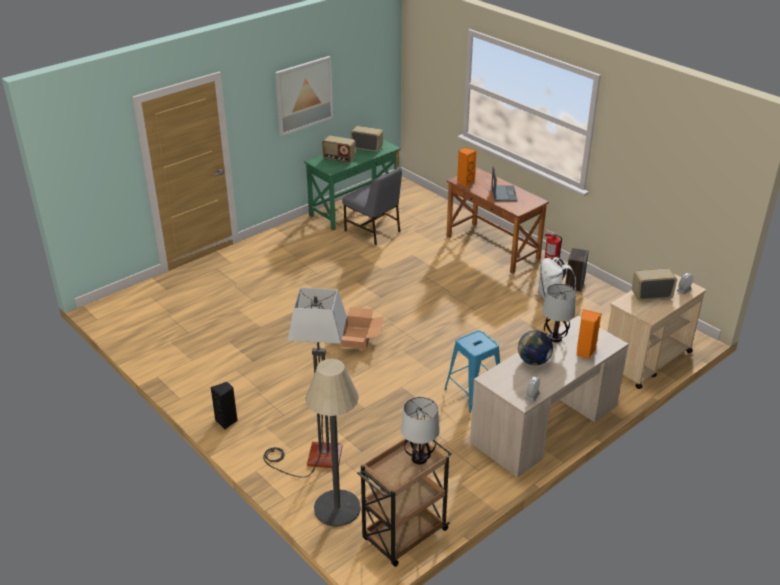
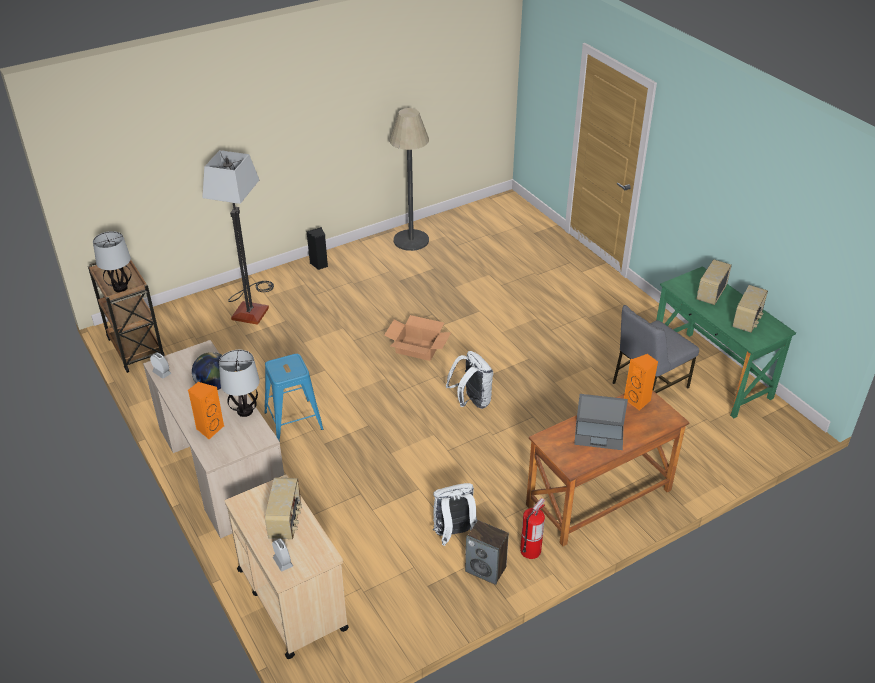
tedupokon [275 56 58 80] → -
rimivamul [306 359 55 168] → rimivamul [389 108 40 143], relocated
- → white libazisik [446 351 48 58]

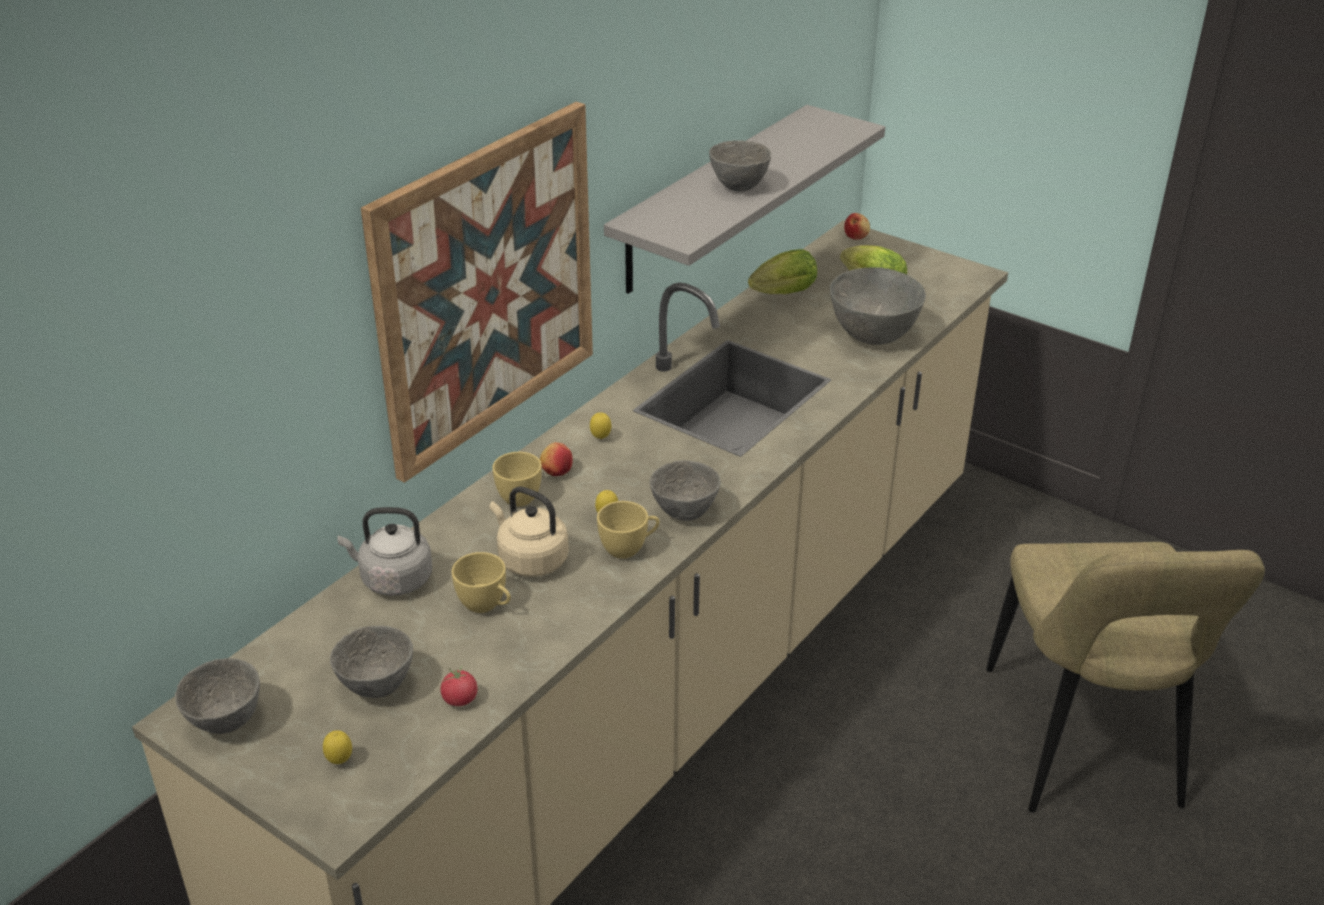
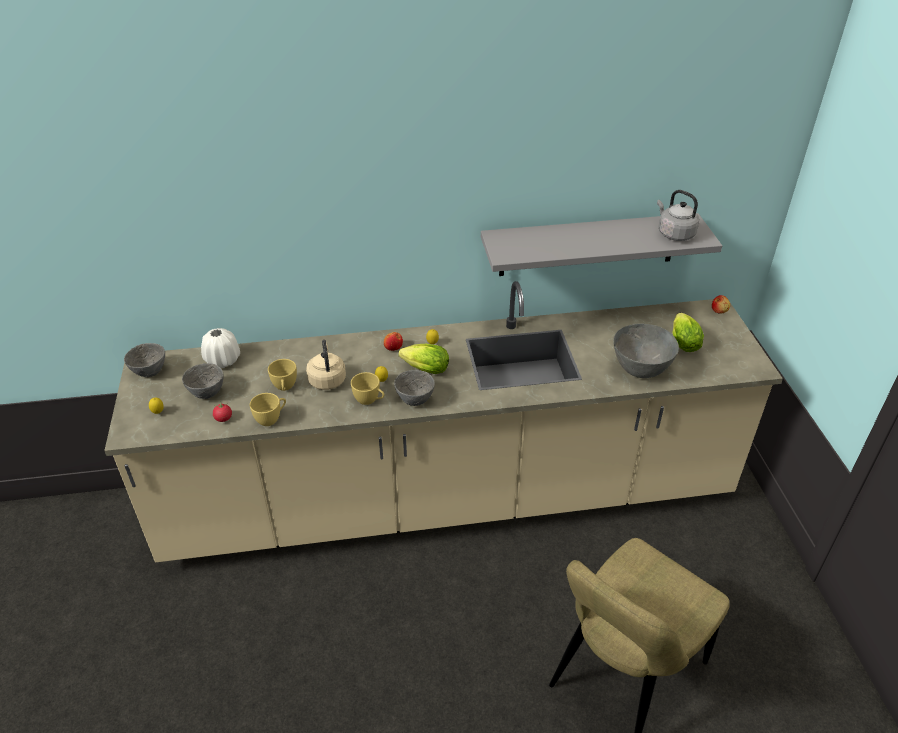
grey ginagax [337 507 95 89] → grey ginagax [657 190 43 51], relocated
tedupokon [361 102 232 381] → -
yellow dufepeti [492 452 50 55] → yellow dufepeti [250 393 36 33], relocated
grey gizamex [709 140 62 52] → -
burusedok [748 249 69 45] → burusedok [398 344 51 30], relocated
- → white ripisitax [201 328 39 40]

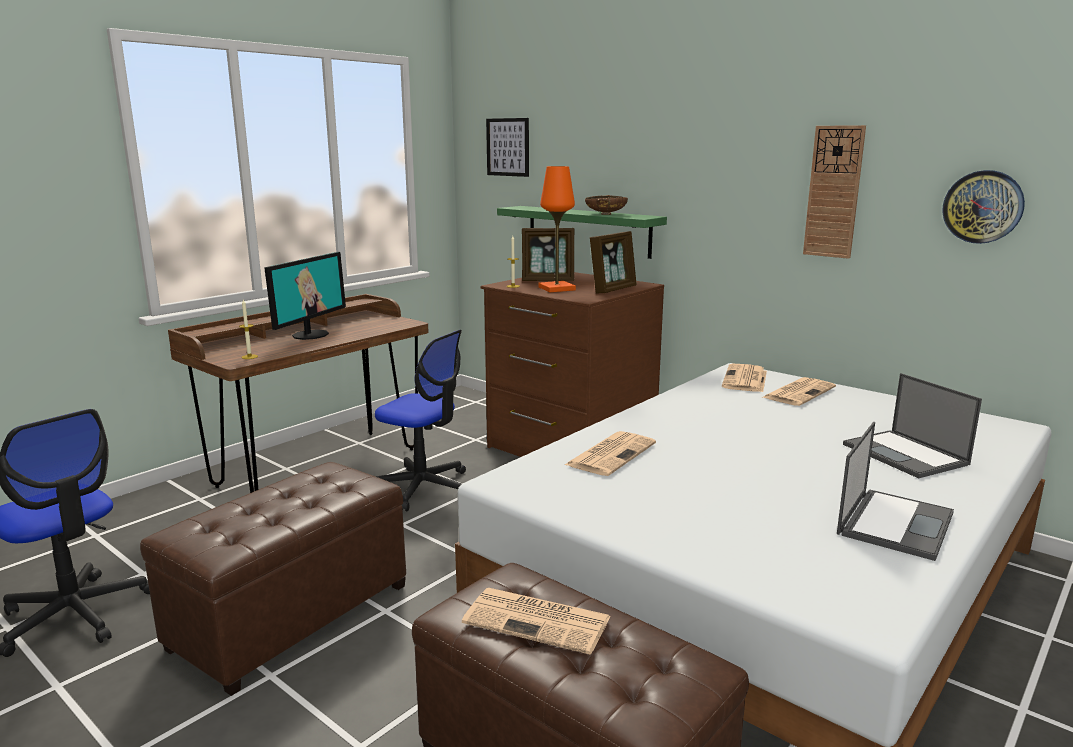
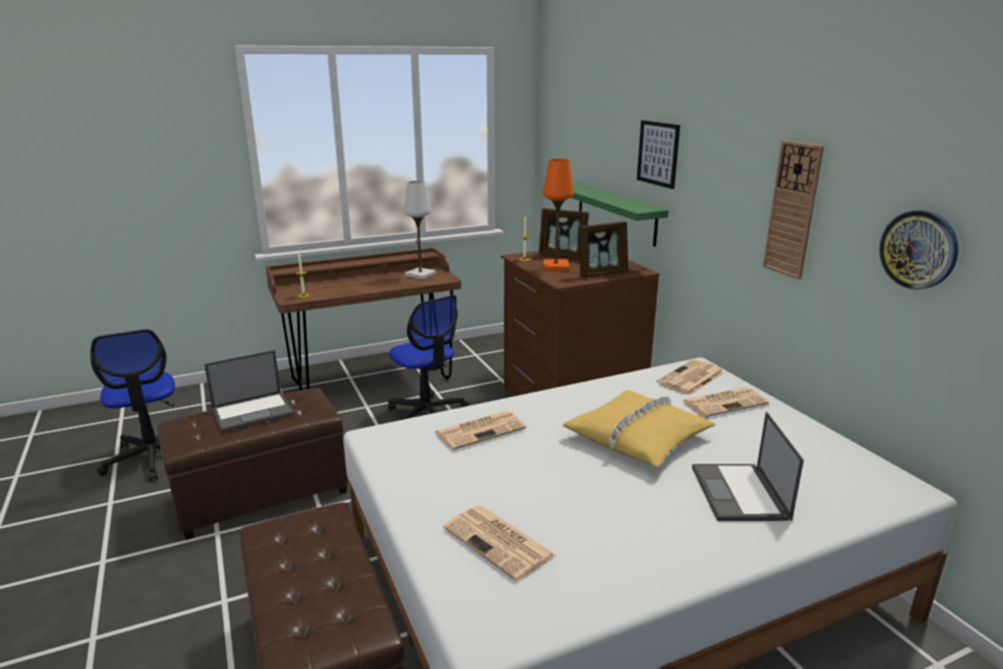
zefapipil [264 252 82 88] → -
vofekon [462 588 149 67] → vofekon [443 506 113 75], relocated
tedupokon [486 118 43 59] → tedupokon [637 120 43 69], relocated
brown gizamex [585 195 43 20] → -
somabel [837 422 117 139] → somabel [204 350 90 82], relocated
- → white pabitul [404 181 32 99]
- → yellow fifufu [563 390 152 77]

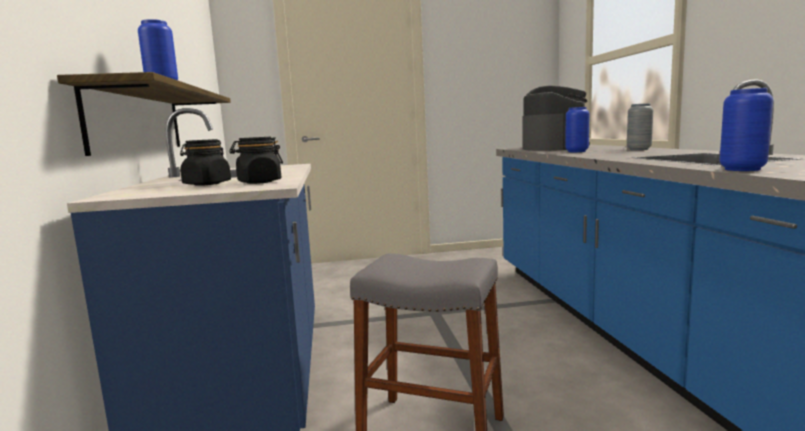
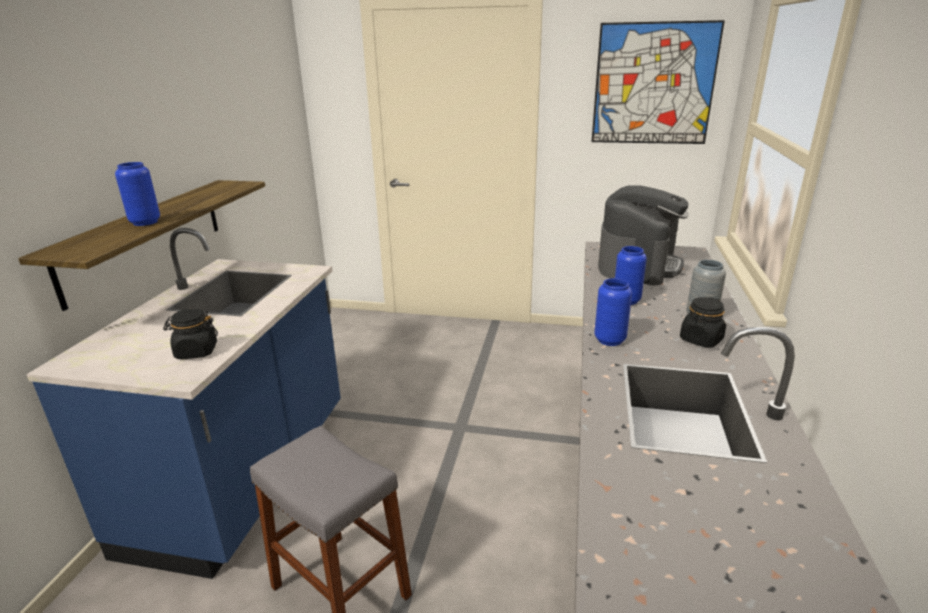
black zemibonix [180 139 51 47] → black zemibonix [680 297 46 51], relocated
blue ripisitax [719 88 54 83] → blue ripisitax [594 278 38 68], relocated
- → tedupokon [592 20 133 124]

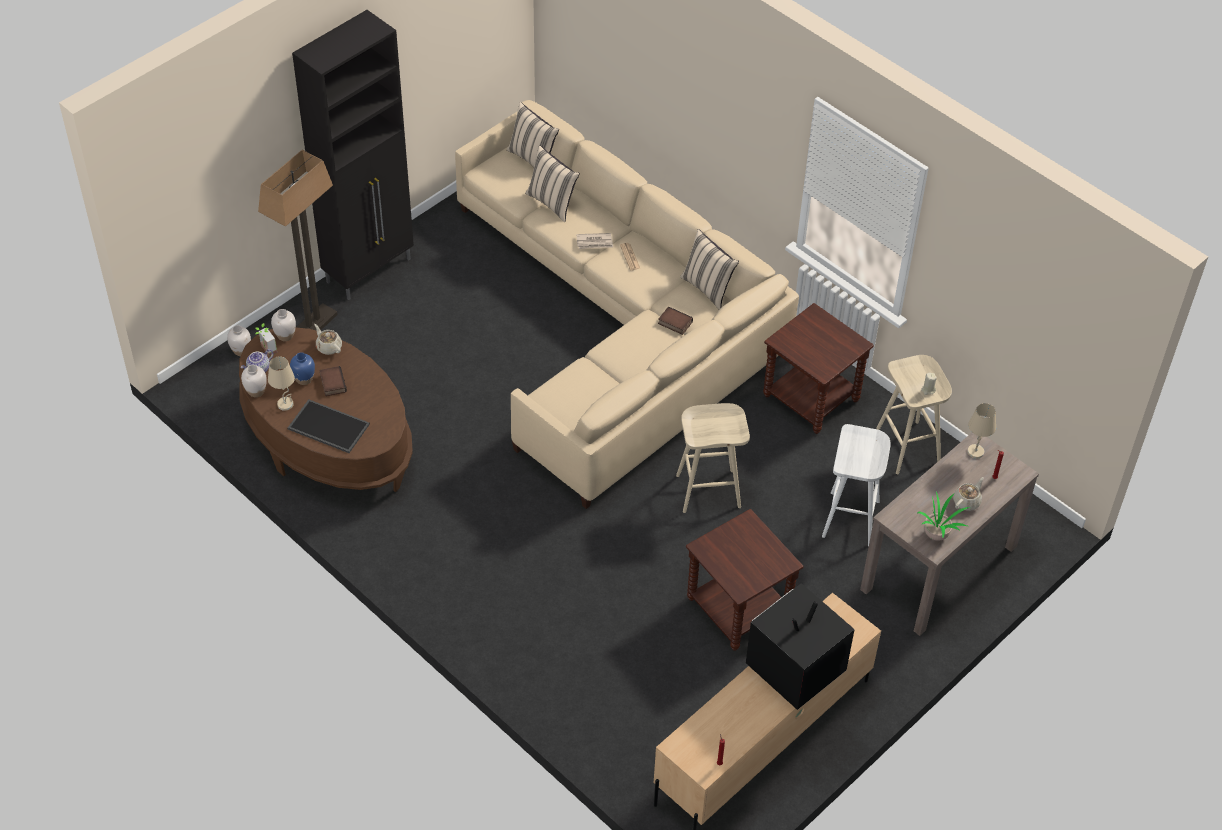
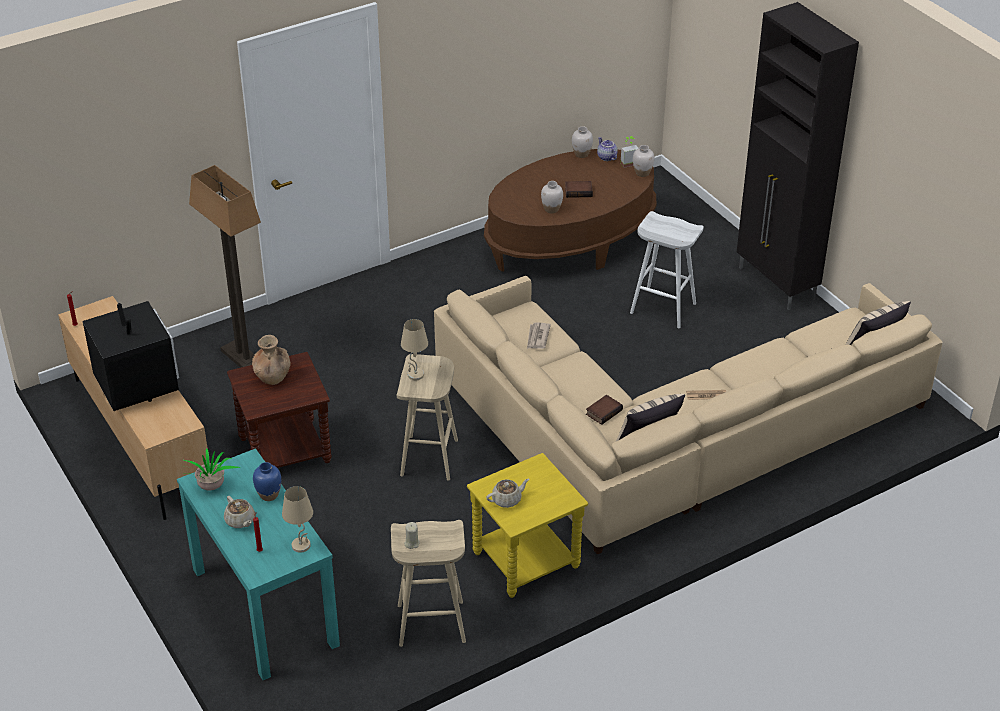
white ripisitax [227 325 24 31] → white ripisitax [541 181 22 32], relocated
rimivamul [258 150 80 181] → rimivamul [189 165 72 203], relocated
beige pabitul [268 357 27 54] → beige pabitul [401 319 27 61], relocated
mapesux [288 399 82 54] → -
blue ripisitax [290 352 25 33] → blue ripisitax [253 462 28 39], relocated
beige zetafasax [314 324 28 31] → beige zetafasax [486 478 43 30], relocated
beige fifufu [525 145 55 77] → -
vofekon [576 233 37 16] → vofekon [527 322 24 27], relocated
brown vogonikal [763 303 111 131] → yellow vogonikal [467 453 121 145]
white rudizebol [822 424 69 122] → white rudizebol [630 211 74 117], relocated
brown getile [860 433 179 203] → turquoise getile [177 448 163 232]
- → brown ripisitax [252 335 39 50]

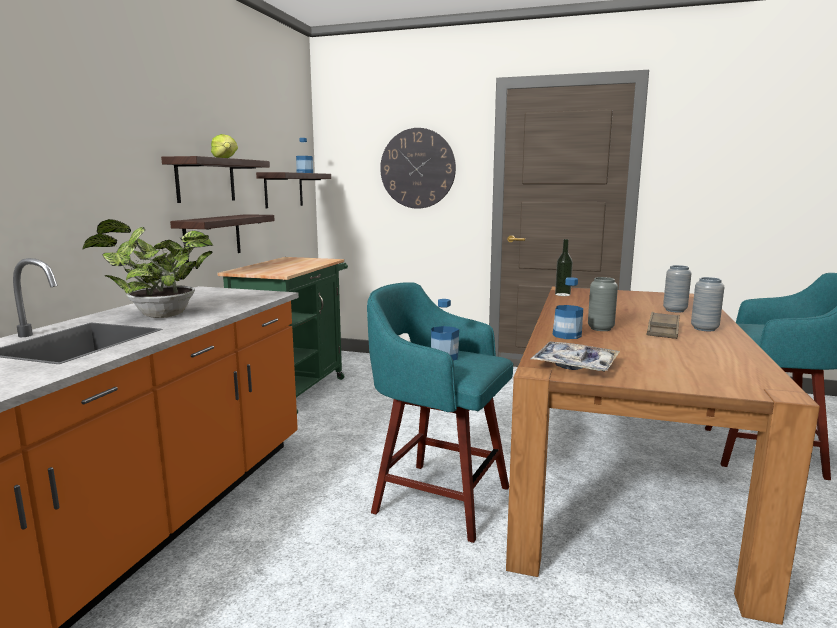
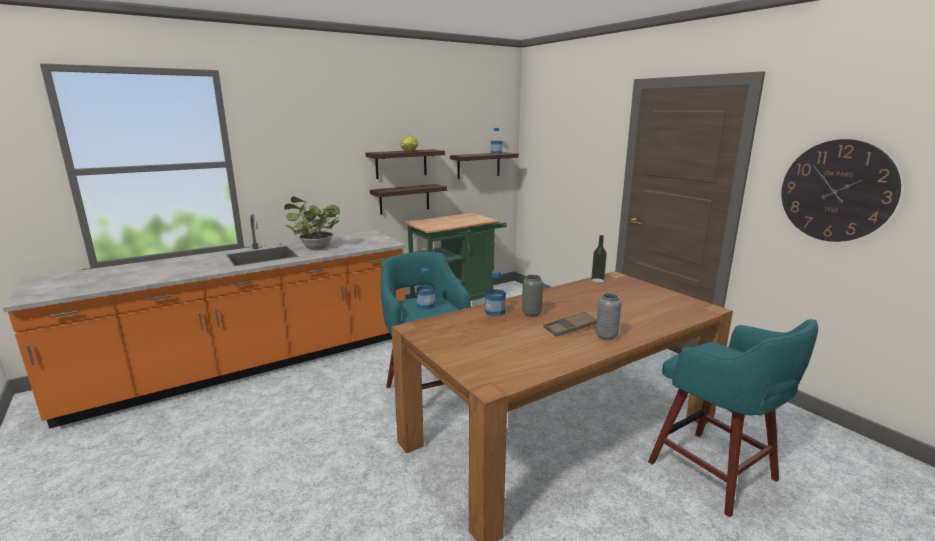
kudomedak [380 128 76 81] → kudomedak [781 139 120 103], relocated
mapesux [531 342 89 30] → -
grey ripisitax [663 265 29 47] → -

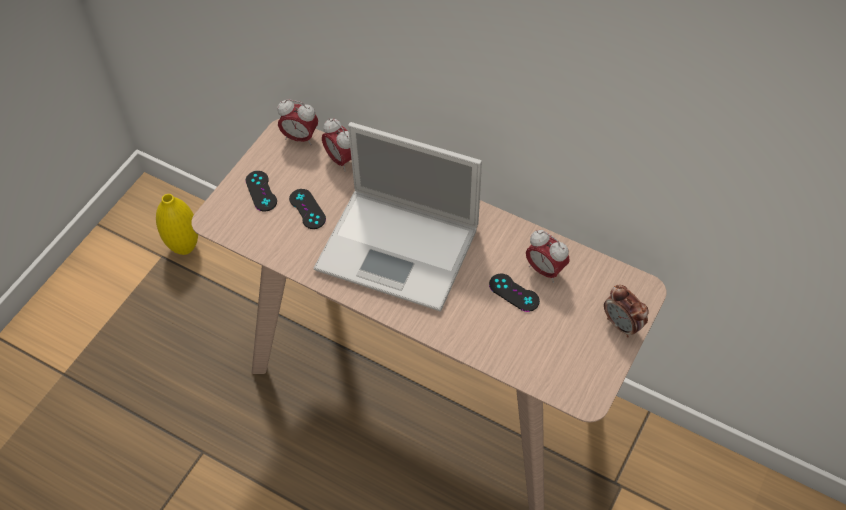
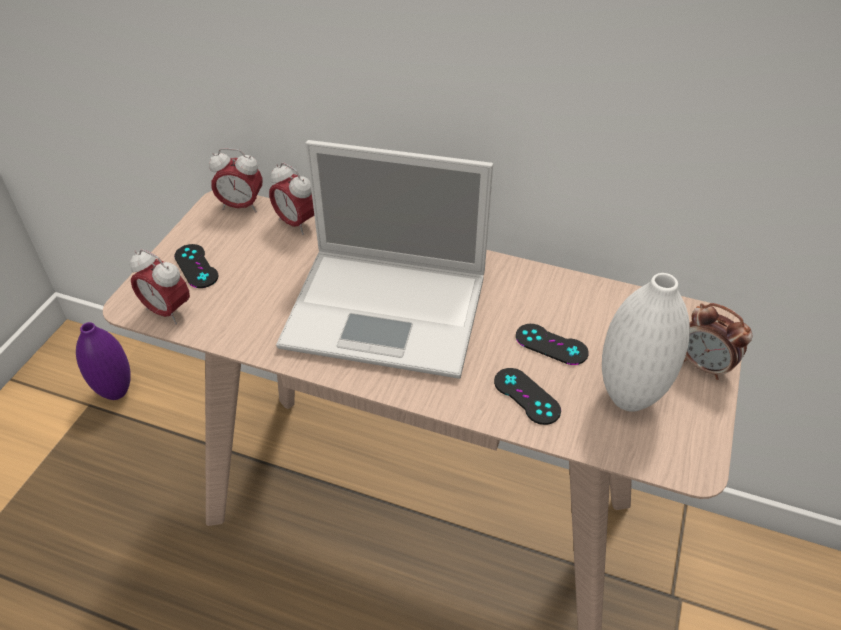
yellow ripisitax [156 194 42 61] → purple ripisitax [76 322 55 78]
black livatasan [289 189 37 40] → black livatasan [494 368 67 57], relocated
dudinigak [526 230 44 53] → dudinigak [130 249 60 75], relocated
- → white ripisitax [602 273 88 139]

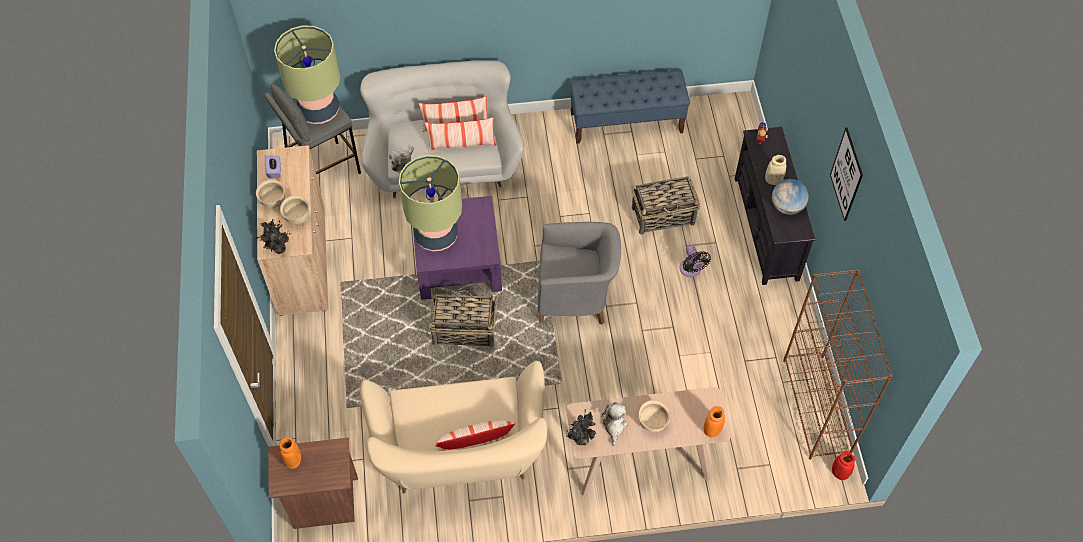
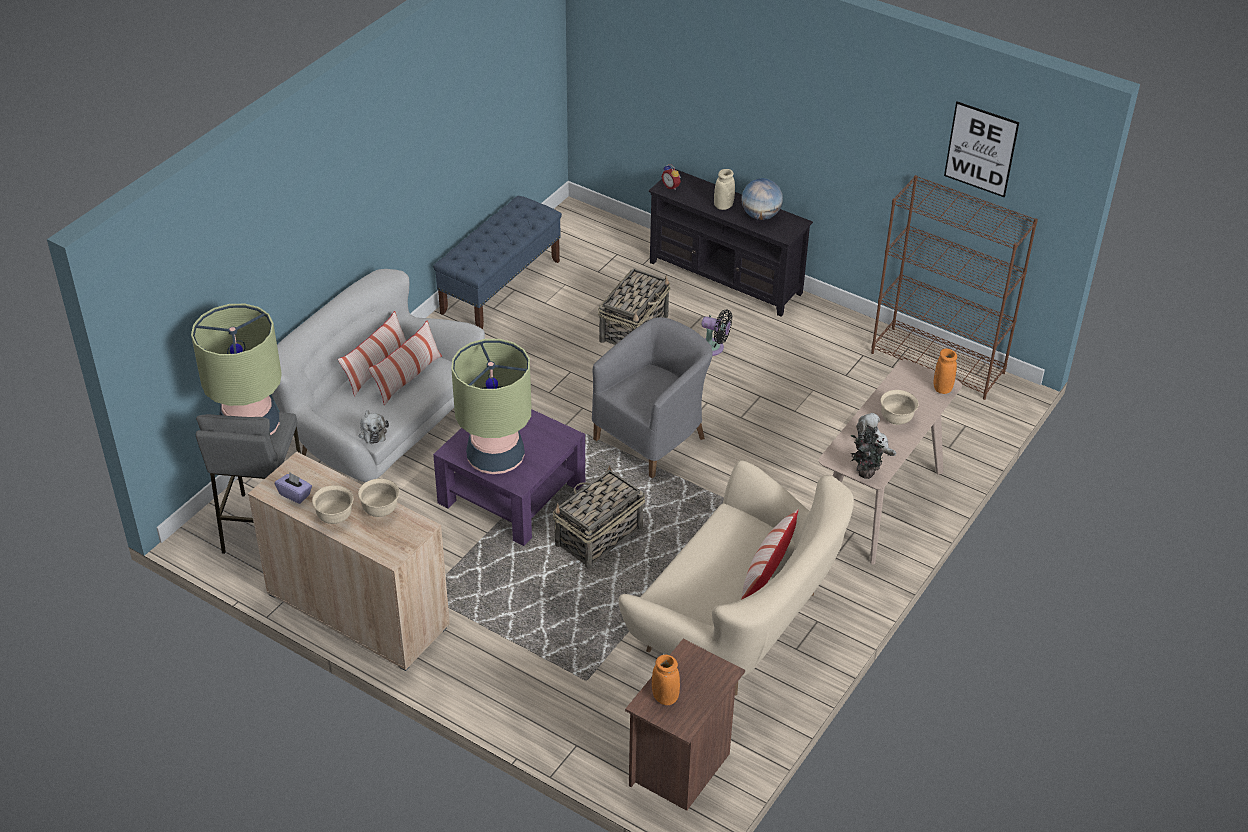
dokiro [255 219 36 35] → -
tedupokon [830 128 33 93] → tedupokon [944 101 75 96], relocated
red ripisitax [832 451 23 29] → -

